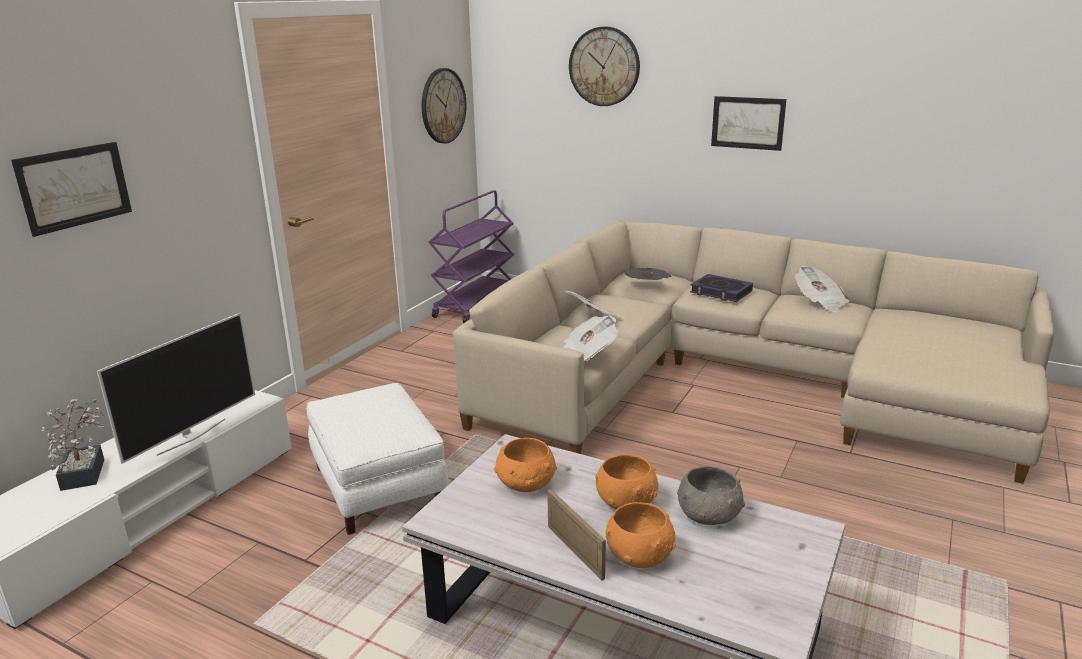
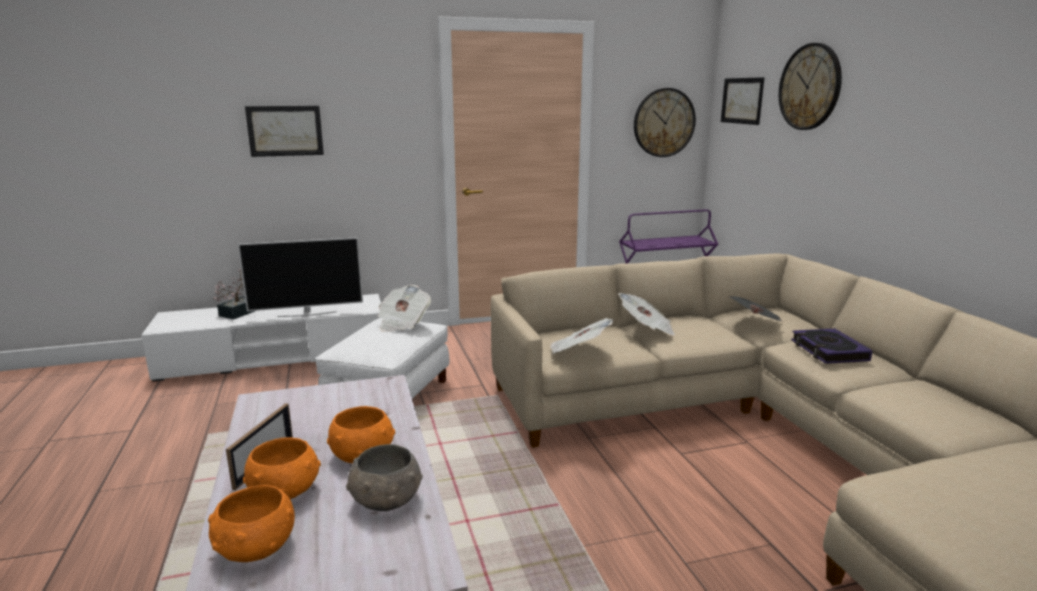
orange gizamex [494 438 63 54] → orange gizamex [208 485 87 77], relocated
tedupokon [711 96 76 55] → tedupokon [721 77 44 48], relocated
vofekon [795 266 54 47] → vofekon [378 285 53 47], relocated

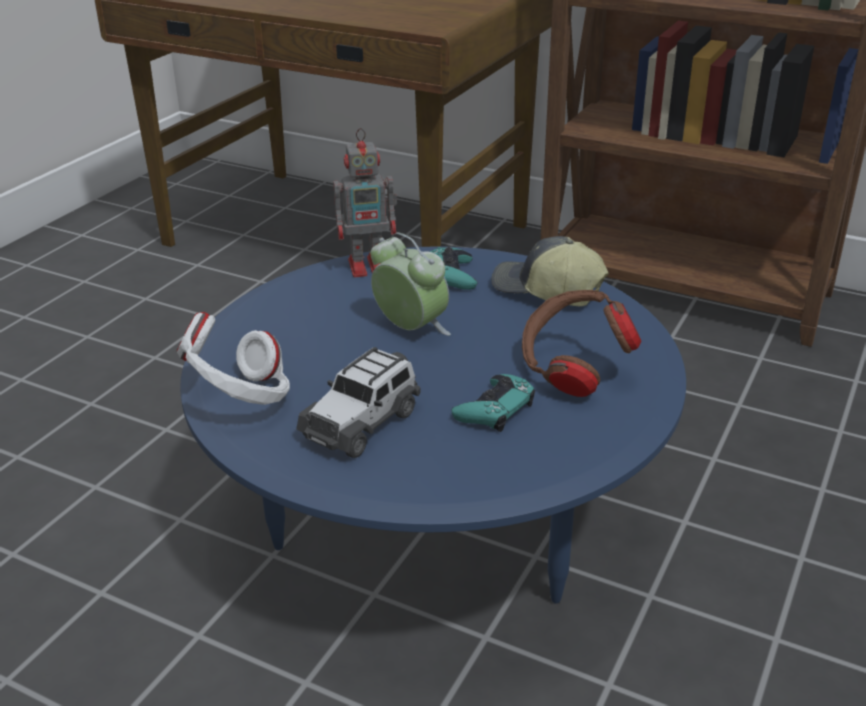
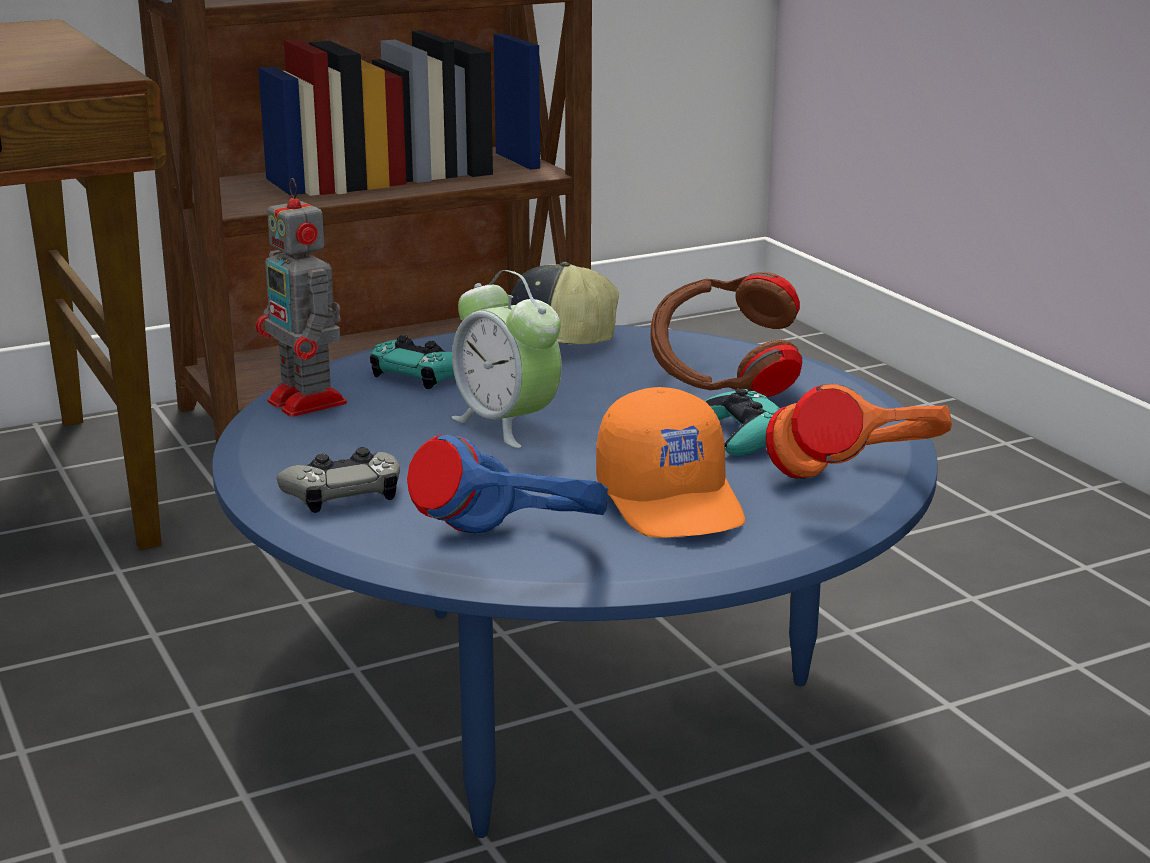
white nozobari [177 312 113 93] → blue nozobari [407 434 201 99]
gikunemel [296 347 125 111] → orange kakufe [596 387 149 151]
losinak [333 128 64 149] → losinak [256 178 91 239], 120 degrees clockwise
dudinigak [370 232 81 104] → dudinigak [451 270 111 178], 120 degrees counterclockwise
- → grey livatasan [277 447 123 66]
- → orange nozobari [765 384 187 95]

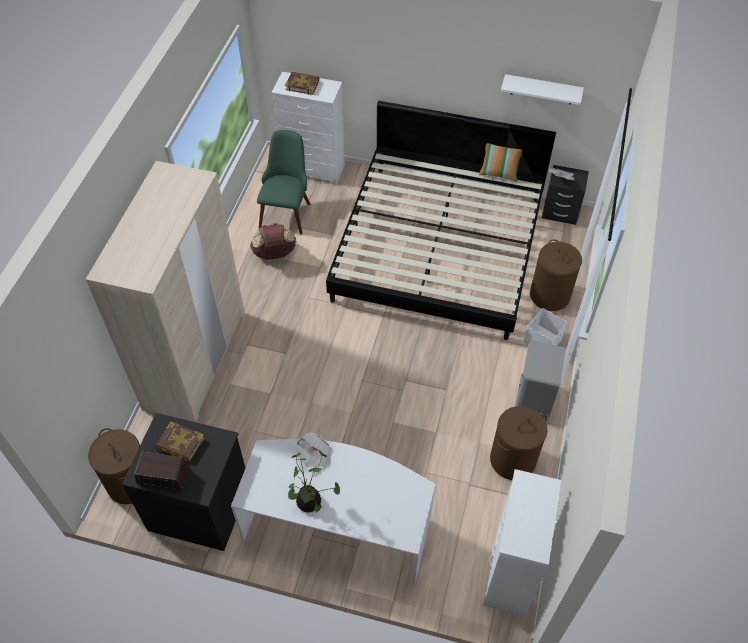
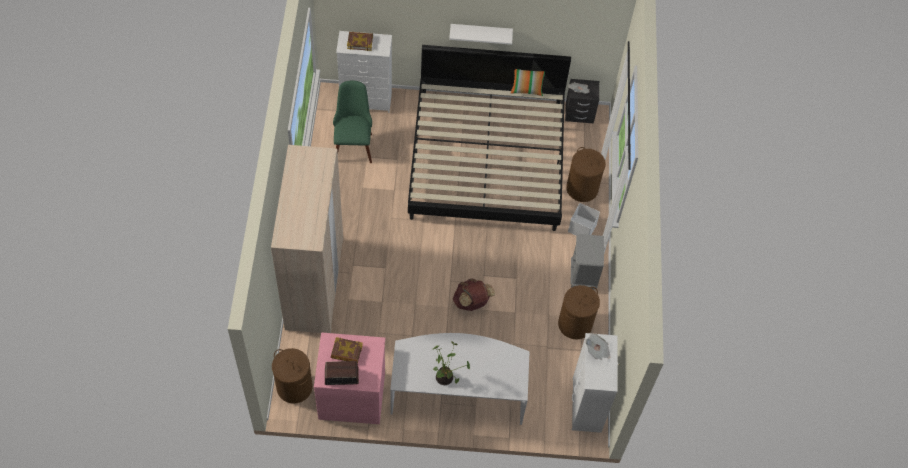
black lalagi [122 413 123 138] → pink lalagi [314 332 72 92]
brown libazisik [250 223 46 37] → brown libazisik [453 278 42 33], relocated
vofekon [296 432 36 37] → vofekon [585 334 25 26], relocated
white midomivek [501 74 83 31] → white midomivek [449 24 64 21], relocated

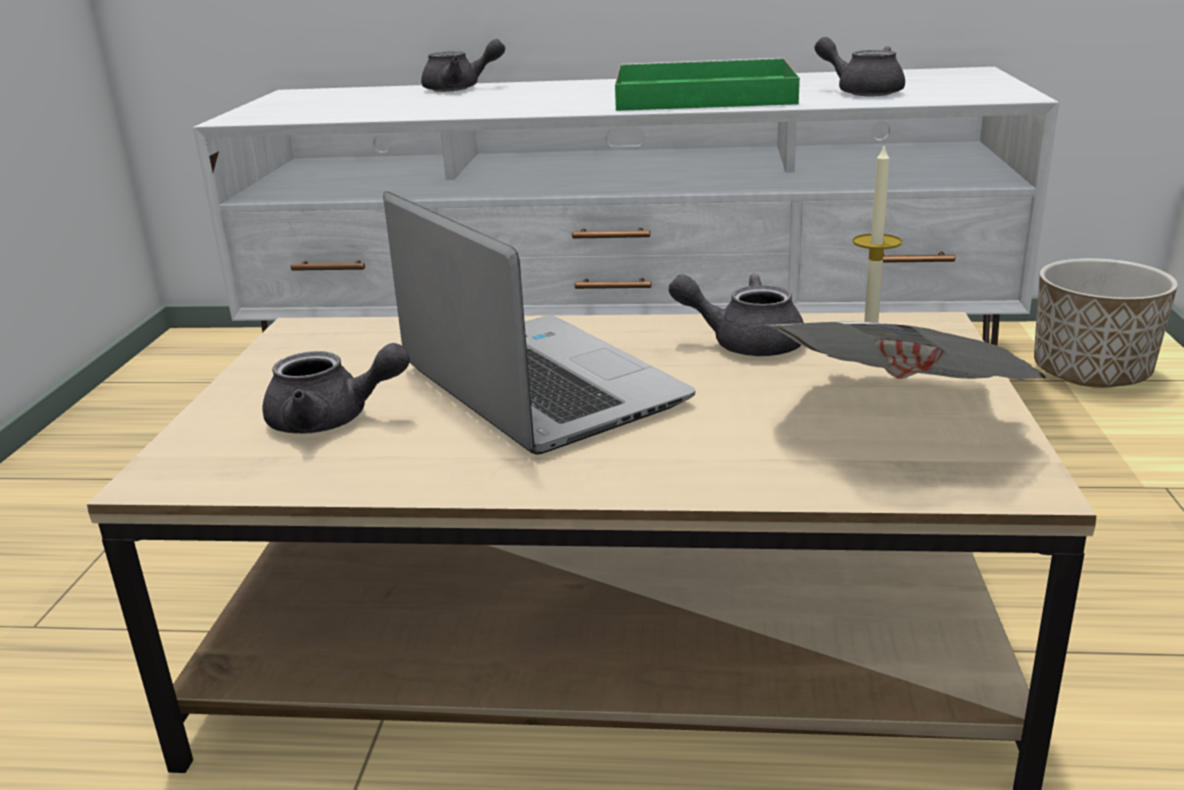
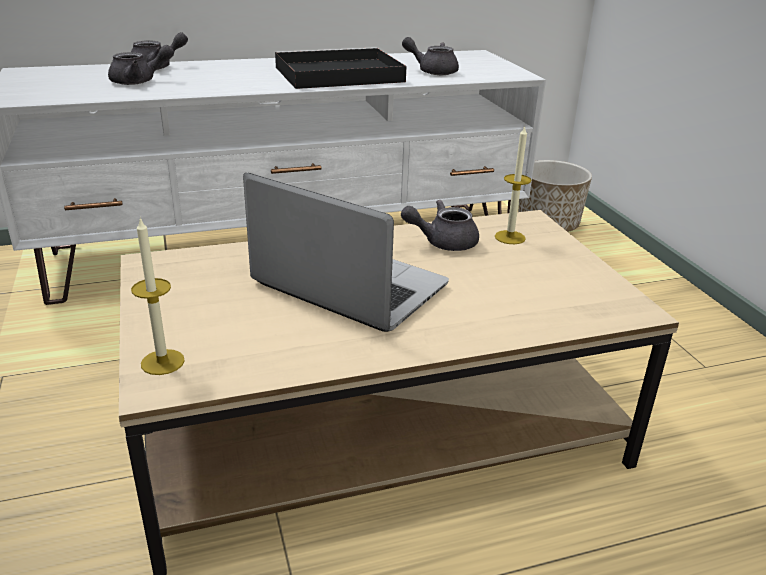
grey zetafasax [262 343 148 91] → grey zetafasax [108 45 66 40], relocated
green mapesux [615 58 185 53] → black mapesux [275 47 132 42]
vofekon [762 322 285 59] → -
- → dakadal [131 217 54 158]

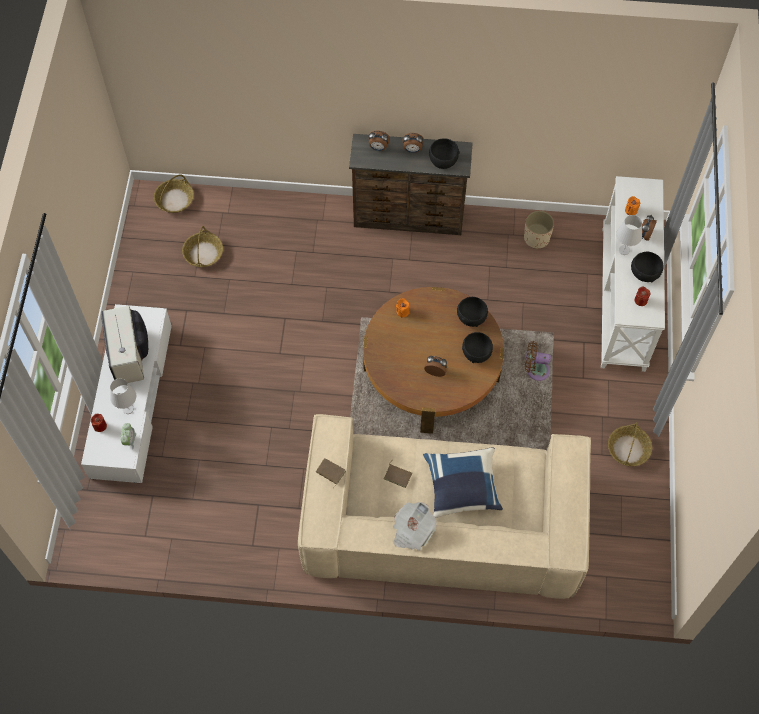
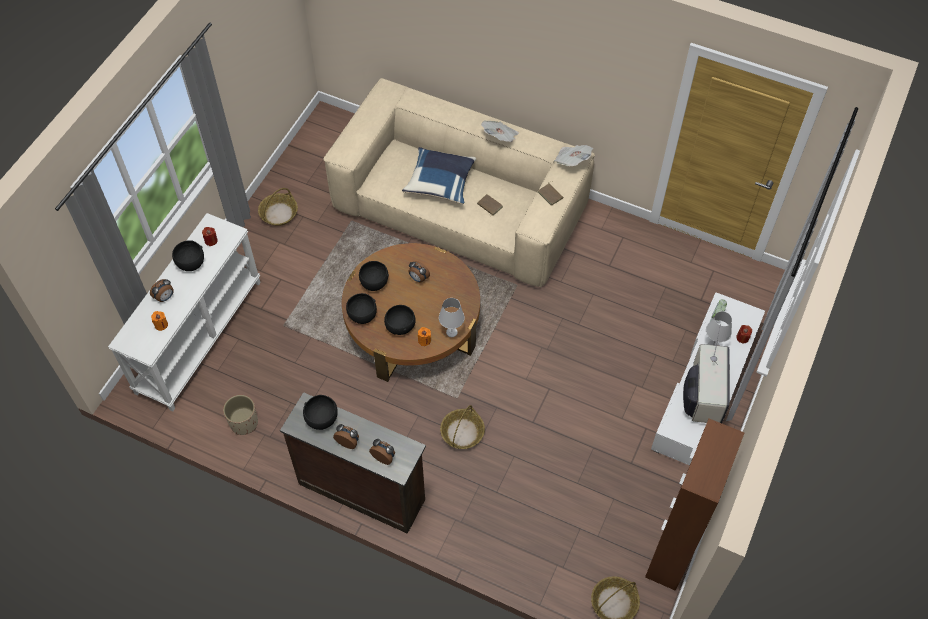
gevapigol [182 226 41 41] → gevapigol [440 405 45 44], relocated
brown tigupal [525 341 26 40] → -
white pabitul [616 215 26 40] → white pabitul [439 298 26 39], relocated
- → black gizamex [384 305 32 30]
- → vofekon [554 145 39 21]
- → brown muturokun [645 419 99 172]

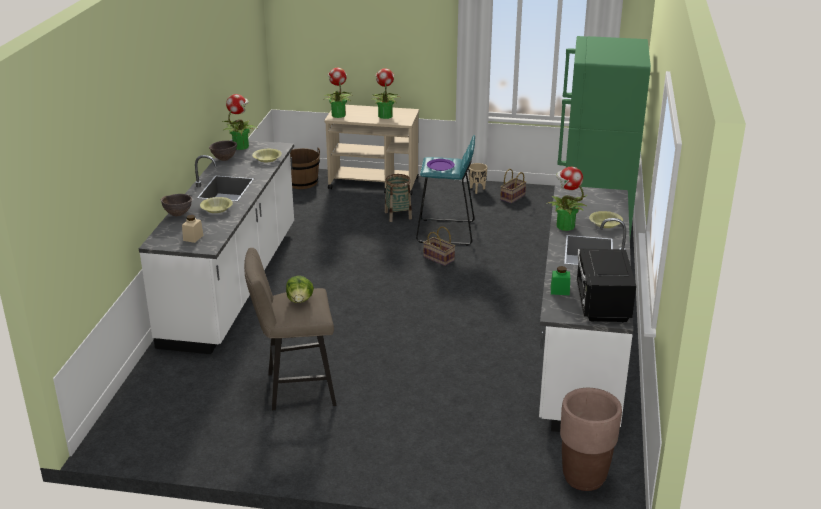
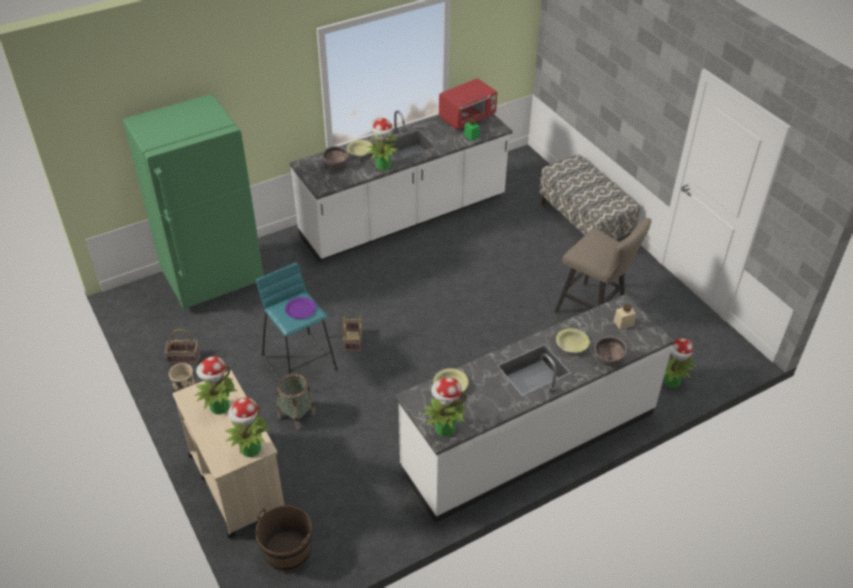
brown gizamex [209 141 28 20] → brown gizamex [323 146 26 22], relocated
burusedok [286 276 28 27] → -
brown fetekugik [560 388 62 103] → -
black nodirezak [576 249 60 73] → red nodirezak [439 78 58 52]
- → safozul [539 154 101 86]
- → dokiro [664 338 32 50]

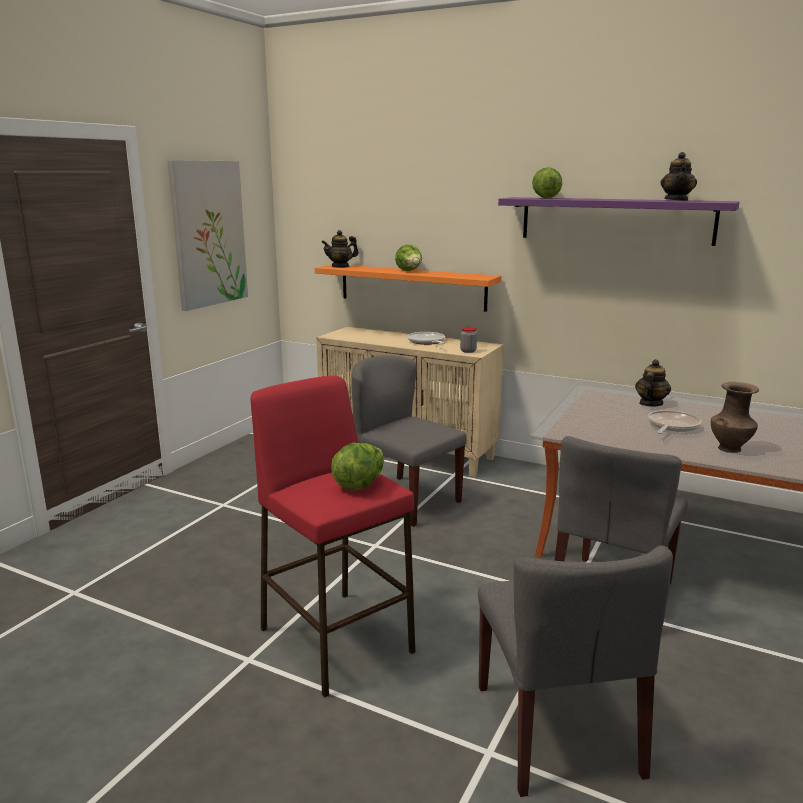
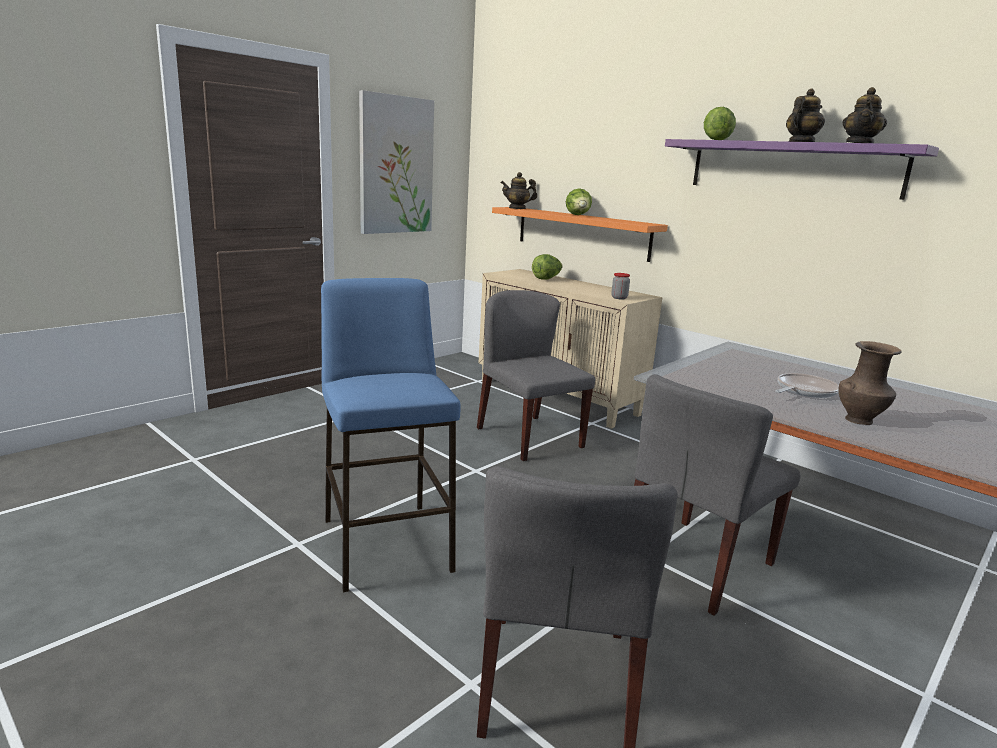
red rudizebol [251 376 164 322] → blue rudizebol [321 278 139 314]
burusedok [331 443 53 48] → burusedok [532 254 31 26], relocated
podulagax [407 332 38 13] → -
zetafasax [635 359 36 47] → zetafasax [786 88 39 54], relocated

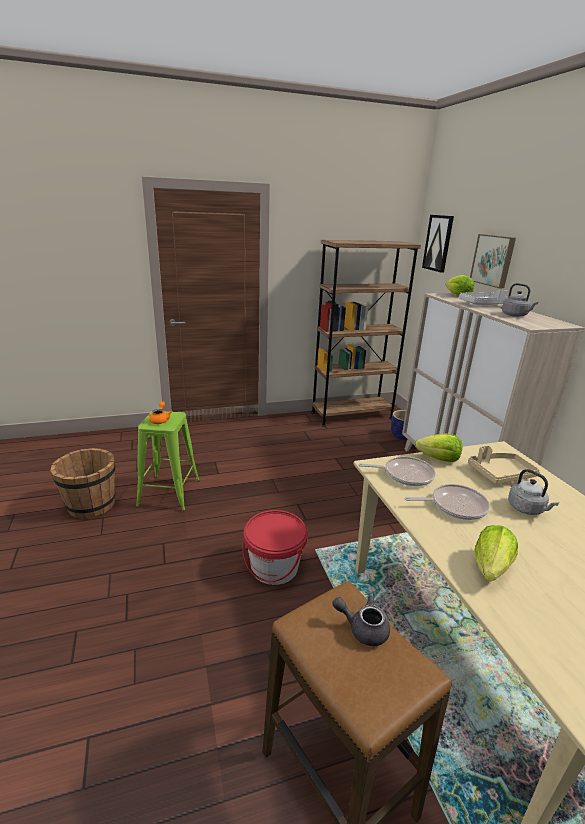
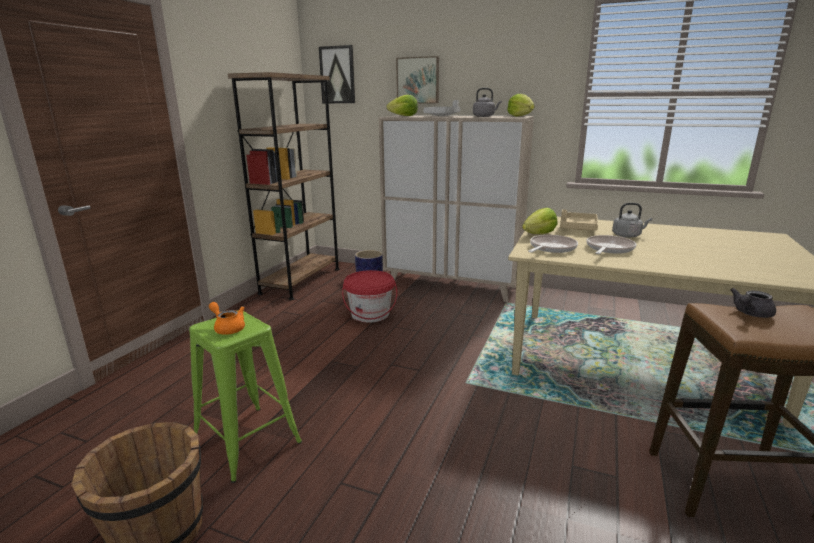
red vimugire [242 510 66 75] → red vimugire [342 270 55 53], relocated
burusedok [475 525 43 56] → burusedok [507 94 28 22], relocated

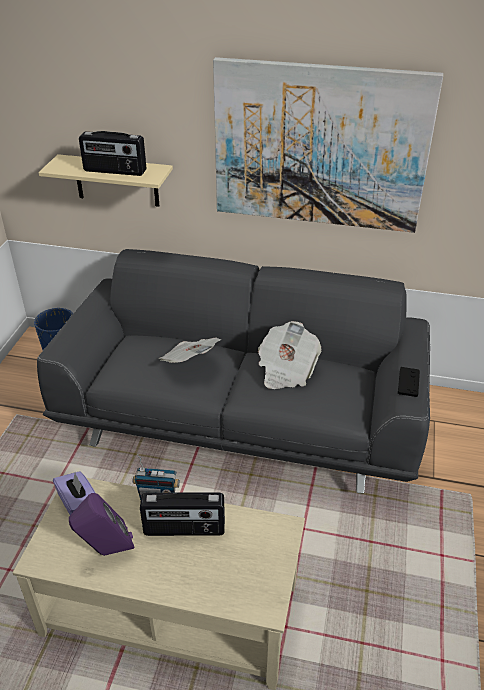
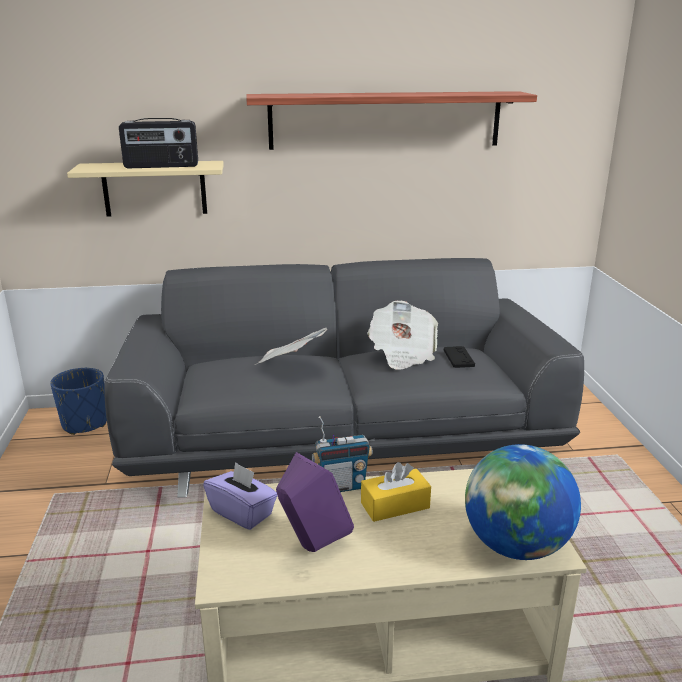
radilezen [140 492 85 44] → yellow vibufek [361 462 70 60]
tedupokon [213 57 230 176] → midomivek [246 91 291 59]
black livatasan [398 367 22 30] → black livatasan [444 346 31 22], relocated
- → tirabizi [465 444 116 116]

